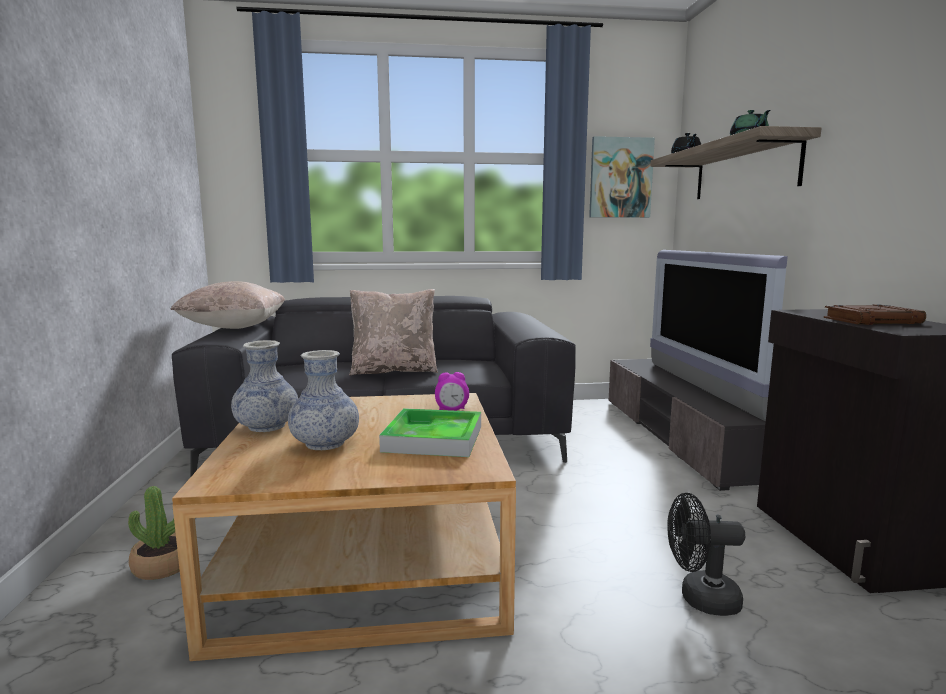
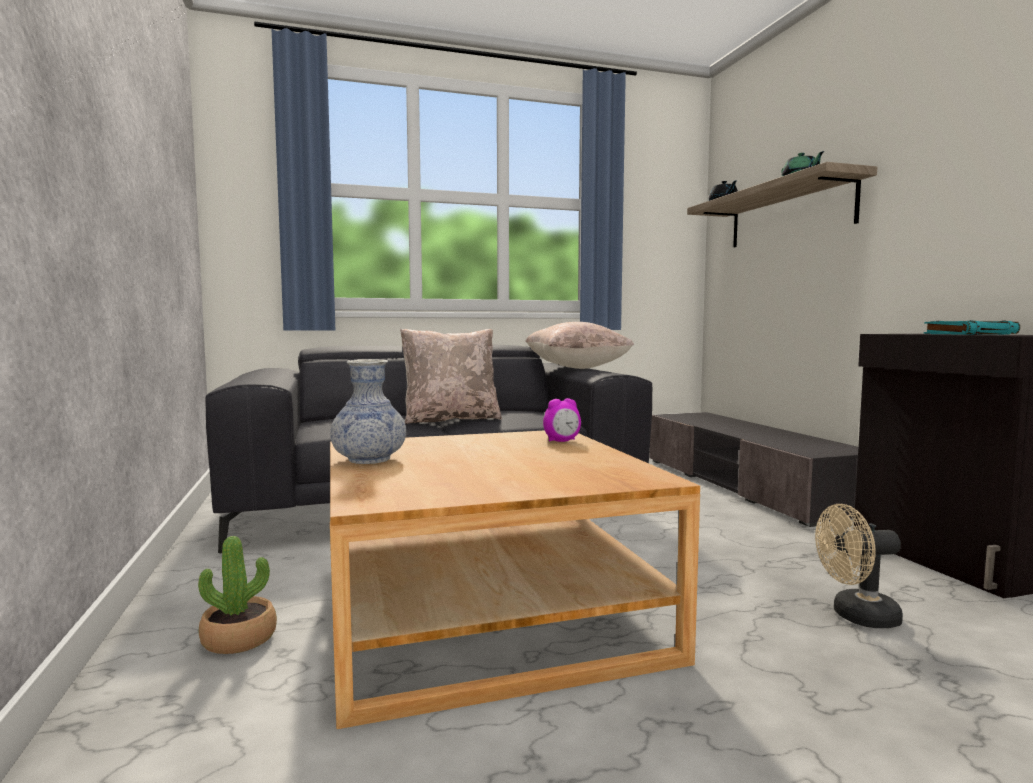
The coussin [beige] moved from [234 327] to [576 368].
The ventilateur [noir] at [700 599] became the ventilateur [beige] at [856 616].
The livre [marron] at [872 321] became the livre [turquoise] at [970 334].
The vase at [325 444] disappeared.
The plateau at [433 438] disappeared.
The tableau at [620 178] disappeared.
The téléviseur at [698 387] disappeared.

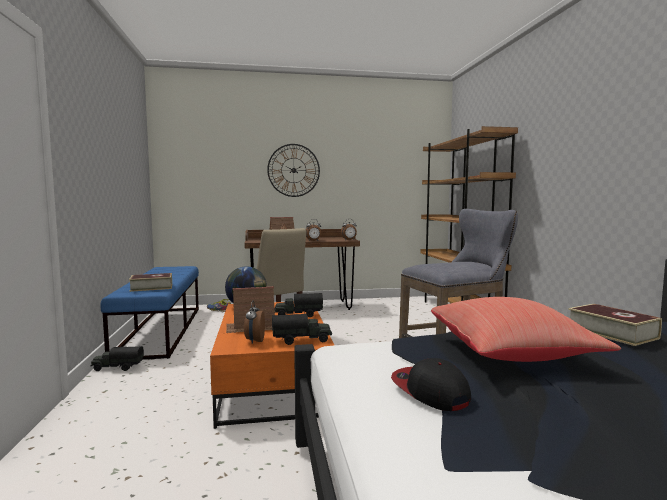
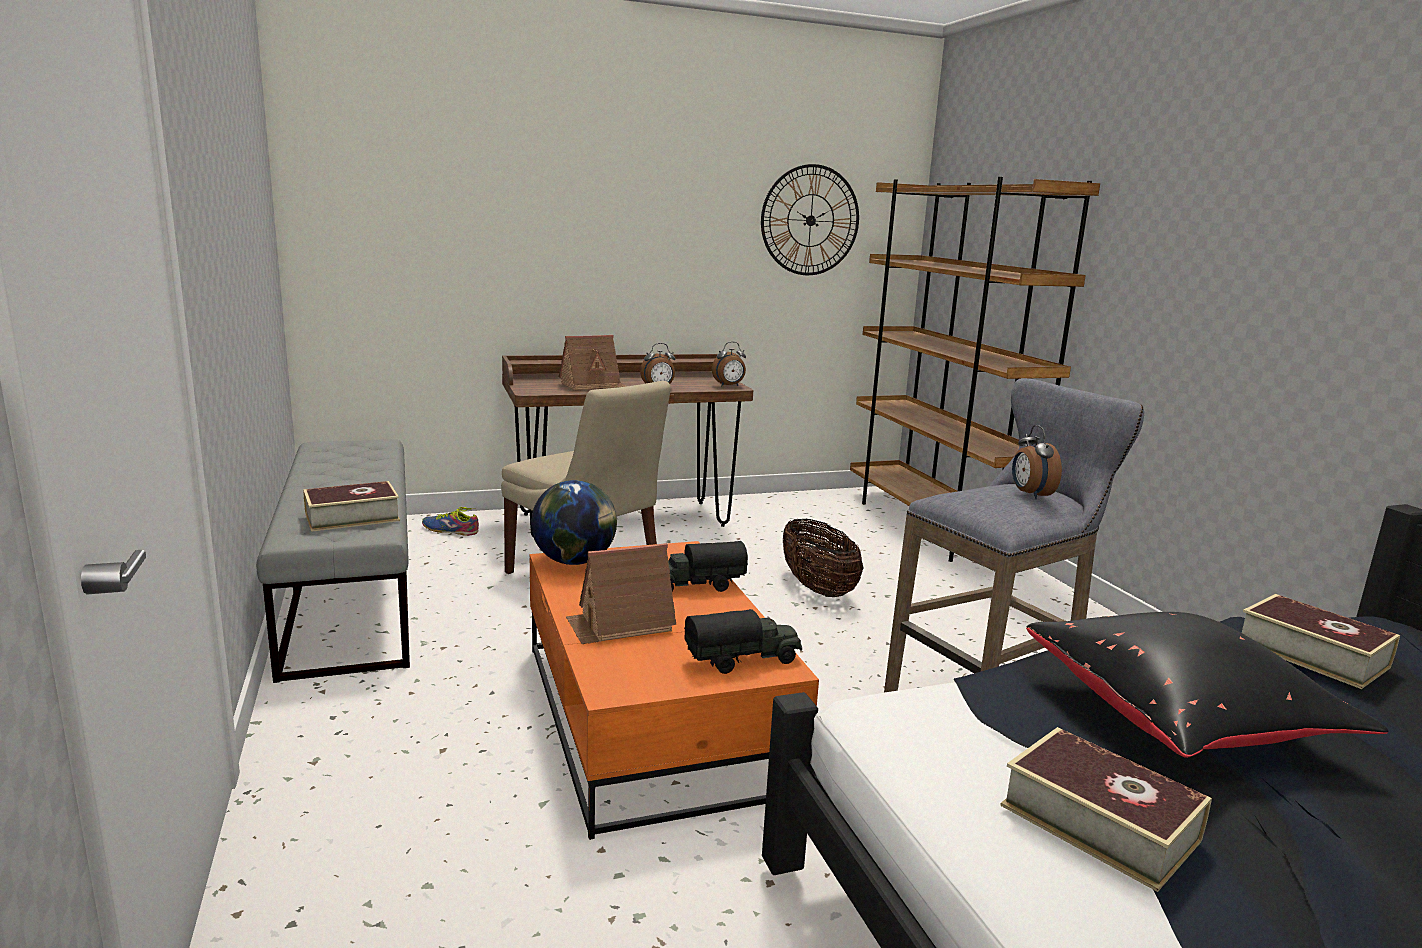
The banc [bleu] at [161 330] became the banc [gris] at [351 591].
The horloge murale moved from [293 170] to [810 220].
The panier at [817 588] appeared.
The casquette at [429 391] was replaced by the livre at [1099 822].
The réveil moved from [254 341] to [1030 494].
The coussin [rouge] at [511 354] became the coussin [noir] at [1181 719].
The camion jouet at [117 368] disappeared.

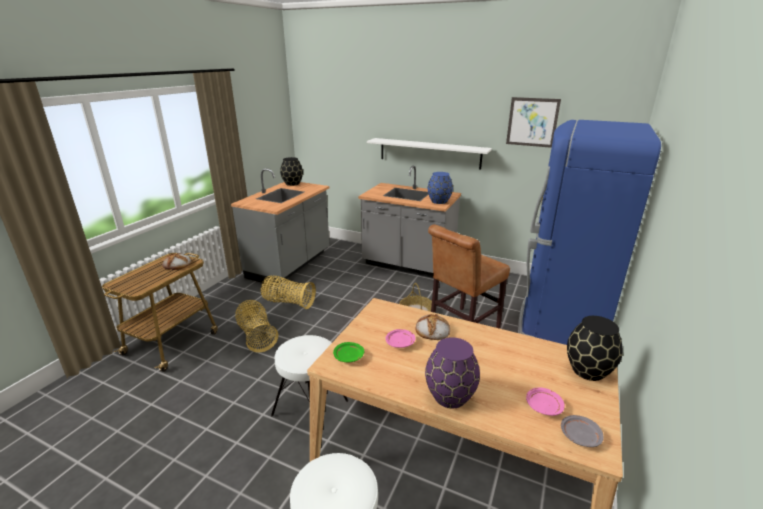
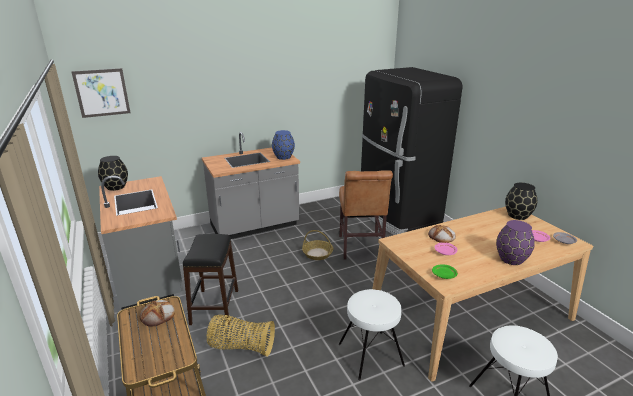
The tableau moved from [532 122] to [102 93].
The panier at [288 302] was replaced by the tabouret [noir] at [214 307].
The réfrigérateur [bleu] at [560 323] became the réfrigérateur [noir] at [396 216].
The étagère [blanc] at [429 153] disappeared.

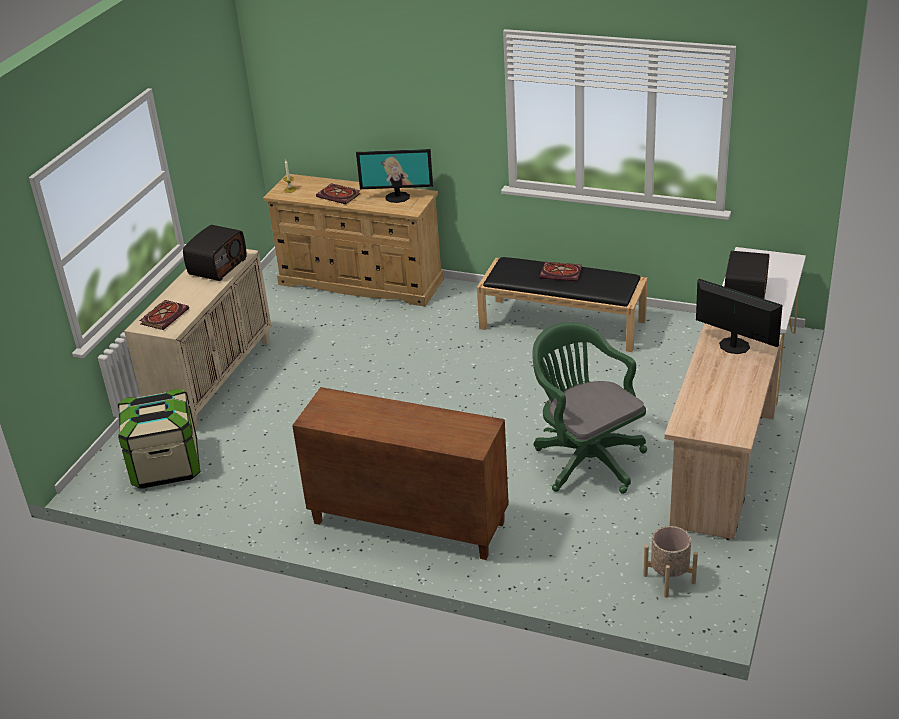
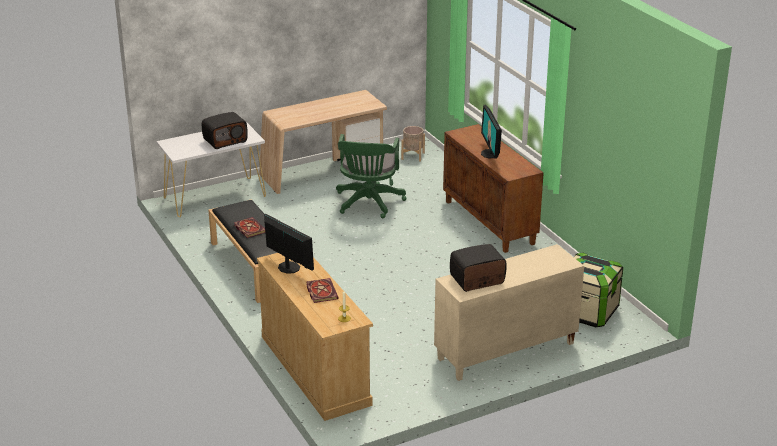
The écran d'ordinateur moved from [733 346] to [490 154].
The livre at [164 316] disappeared.

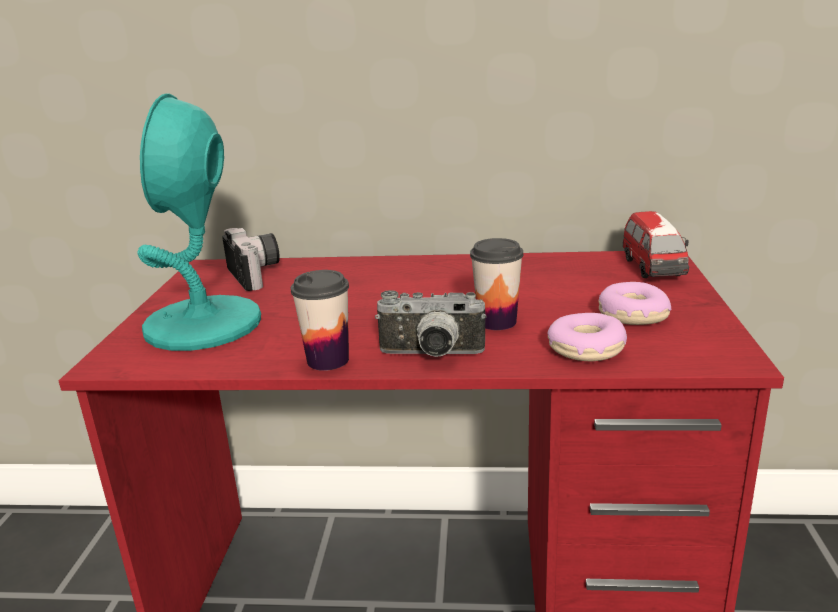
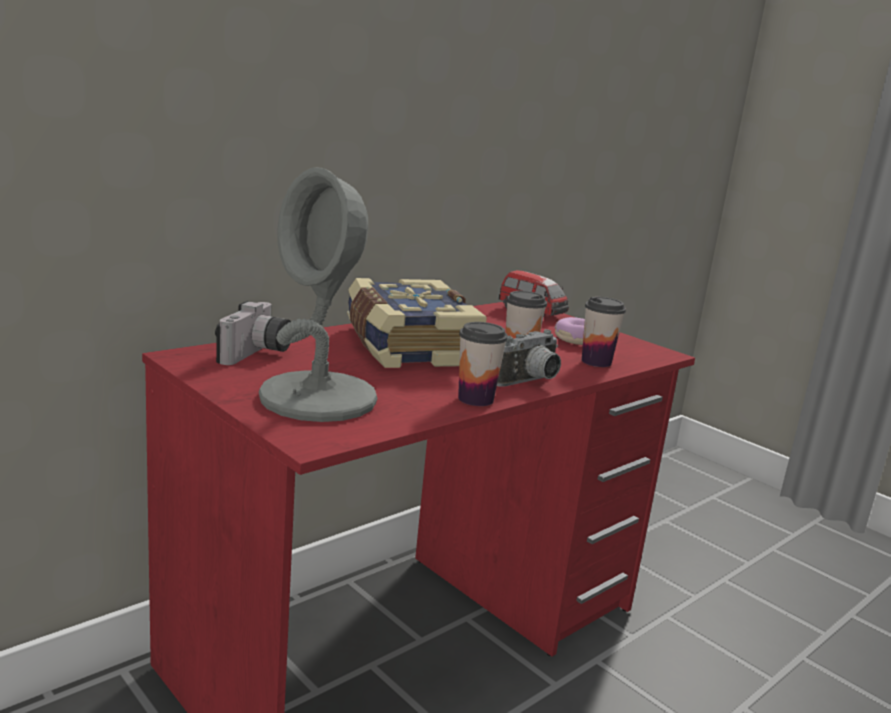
The appareil photo at [258 274] turned 90 degrees clockwise.
The lampe de table [turquoise] at [203 325] became the lampe de table [gris] at [319 399].
The livre at [406 347] appeared.
The beignet at [586 349] was replaced by the tasse at [596 362].

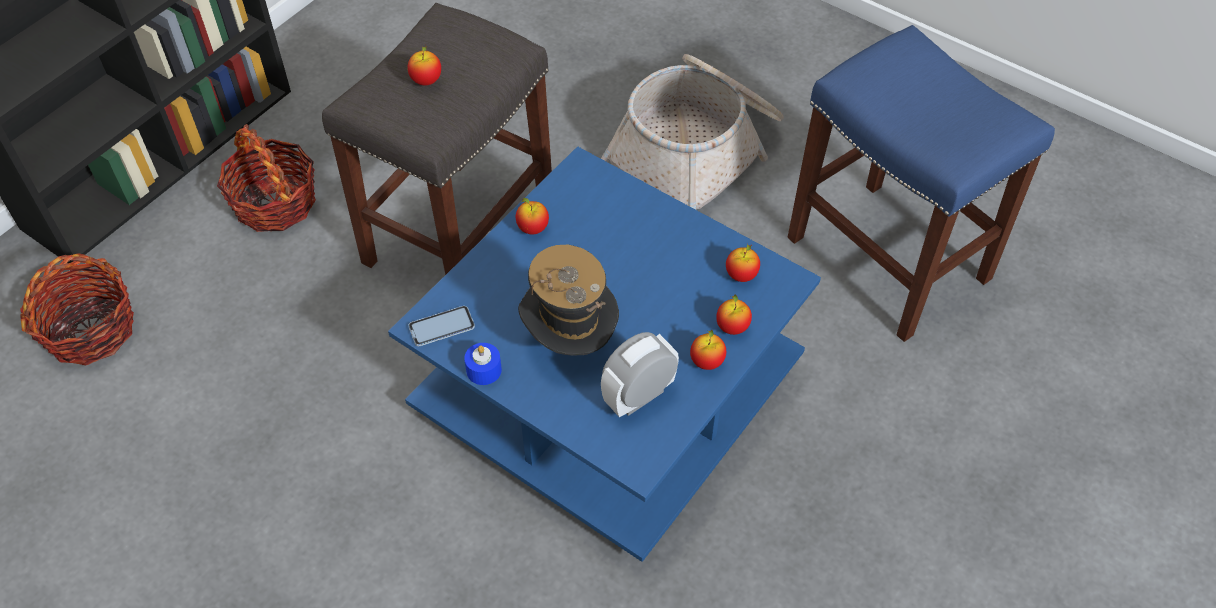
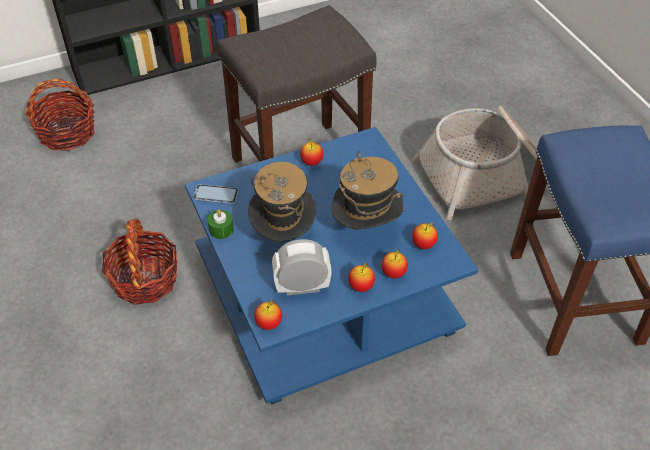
The panier moved from [274 203] to [145 279].
The bougie [bleu] at [484 370] became the bougie [vert] at [221 229].
The pomme moved from [426 80] to [269 323].
The chapeau at [366 230] appeared.

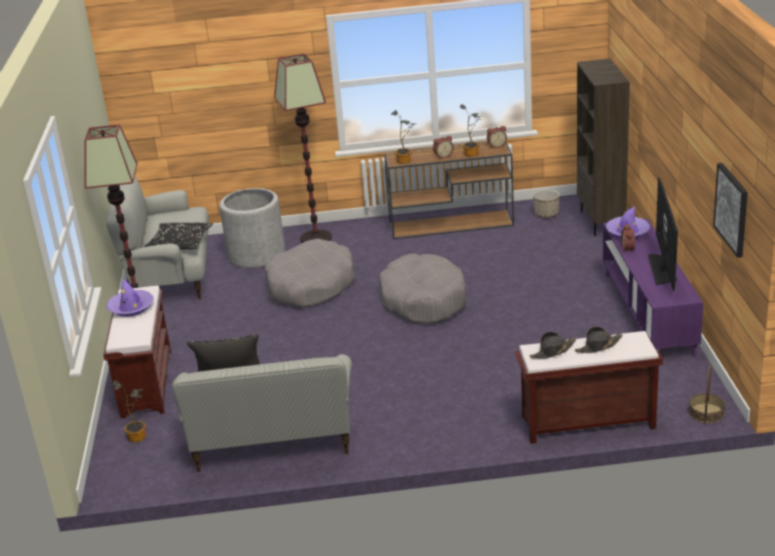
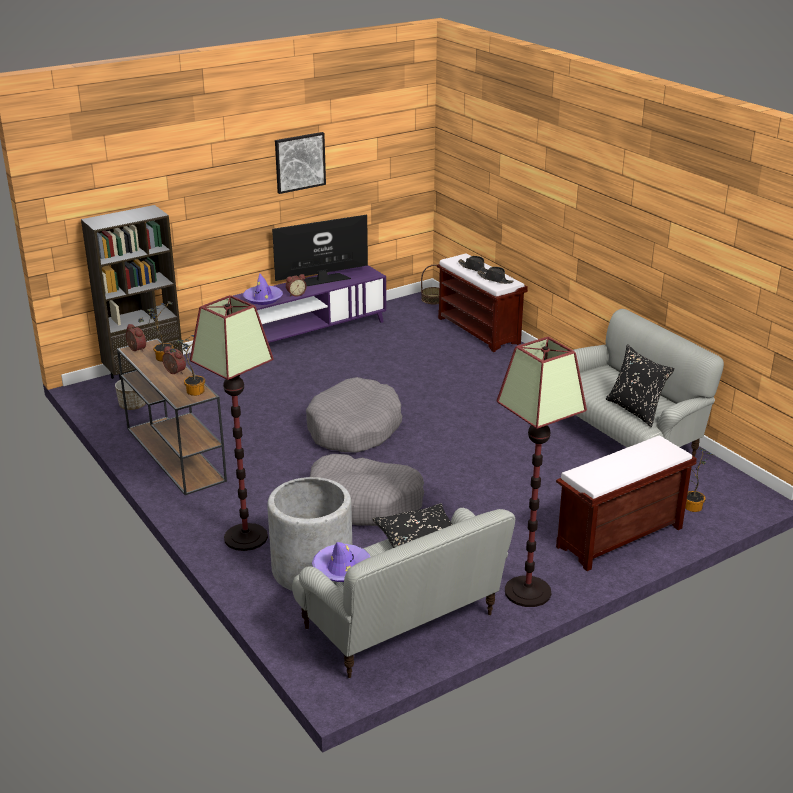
The tableau moved from [732 209] to [300 162].
The chapeau [violet] moved from [131 307] to [342 568].

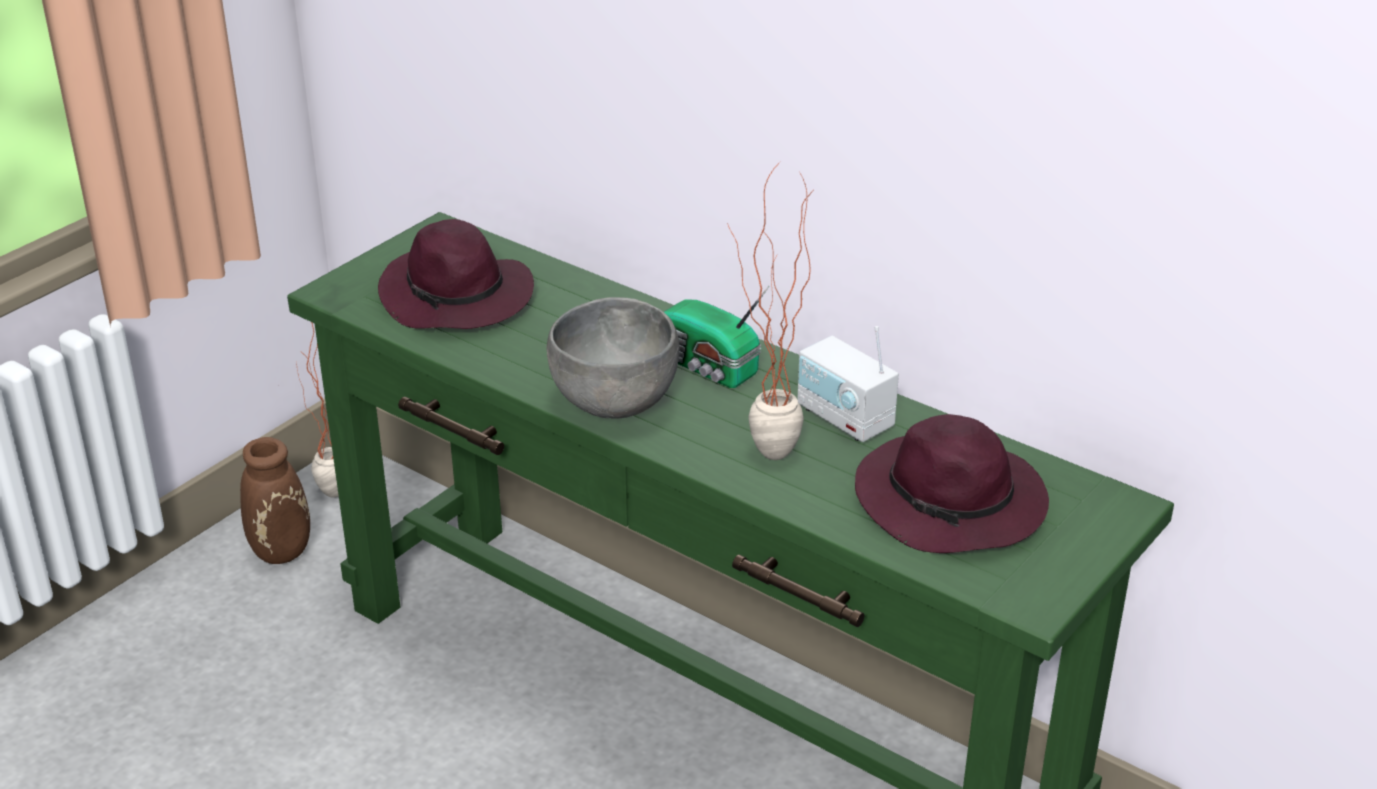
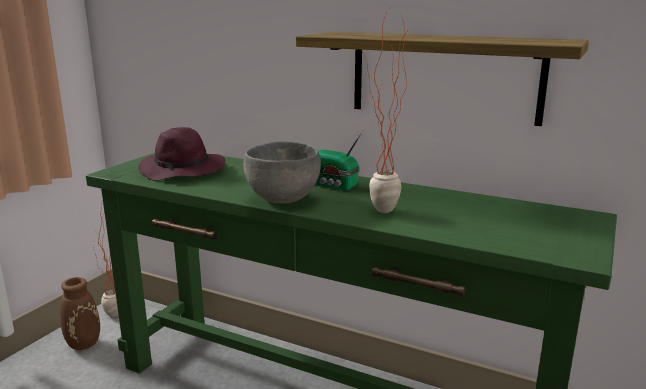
The étagère at [444 76] appeared.
The radio at [844 418] disappeared.
The chapeau [violet] at [952 504] disappeared.

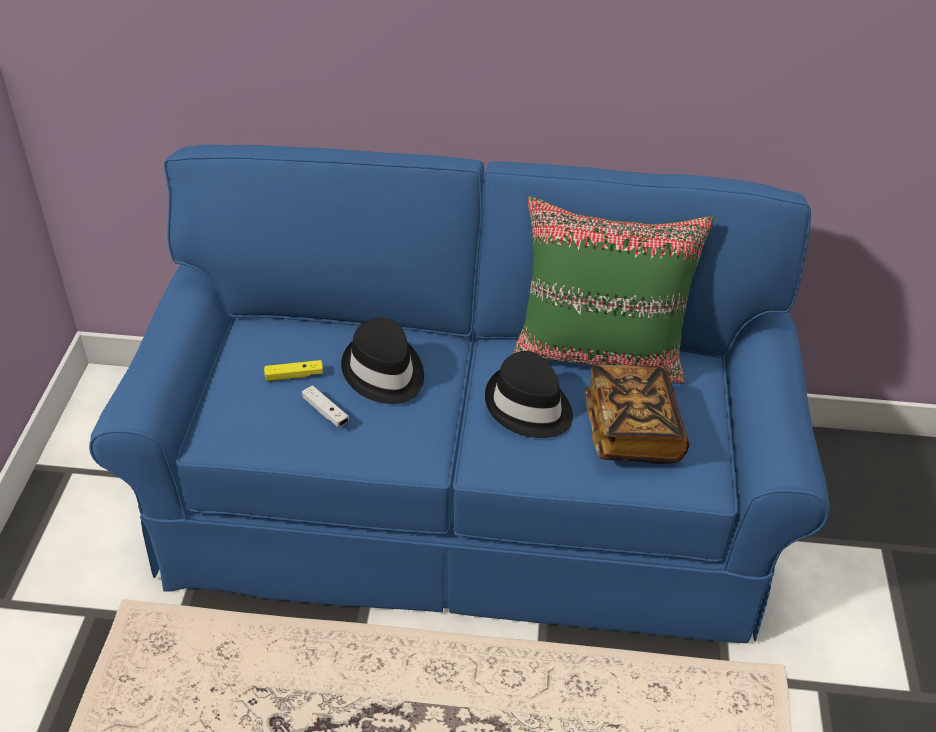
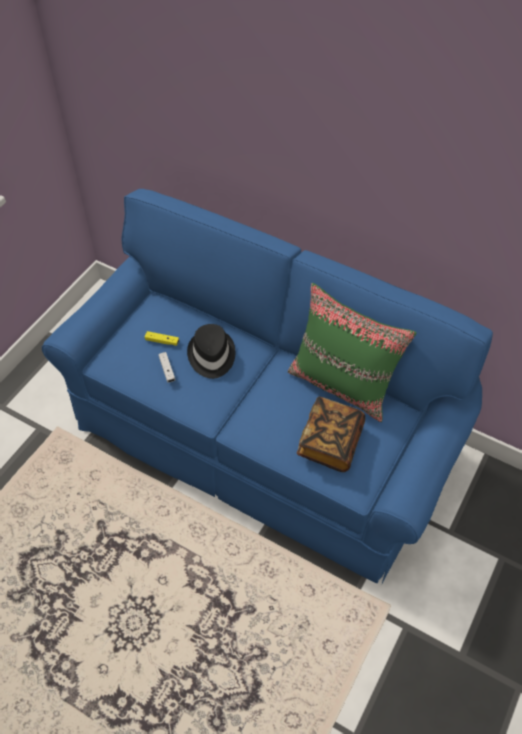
The chapeau [noir] at [528 407] disappeared.

